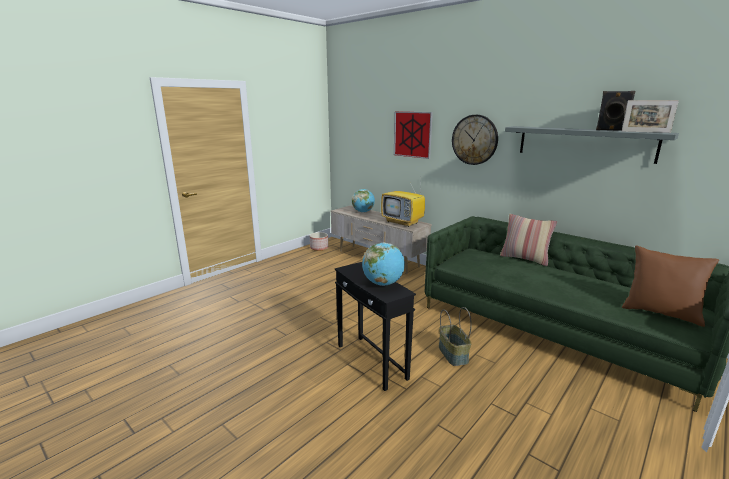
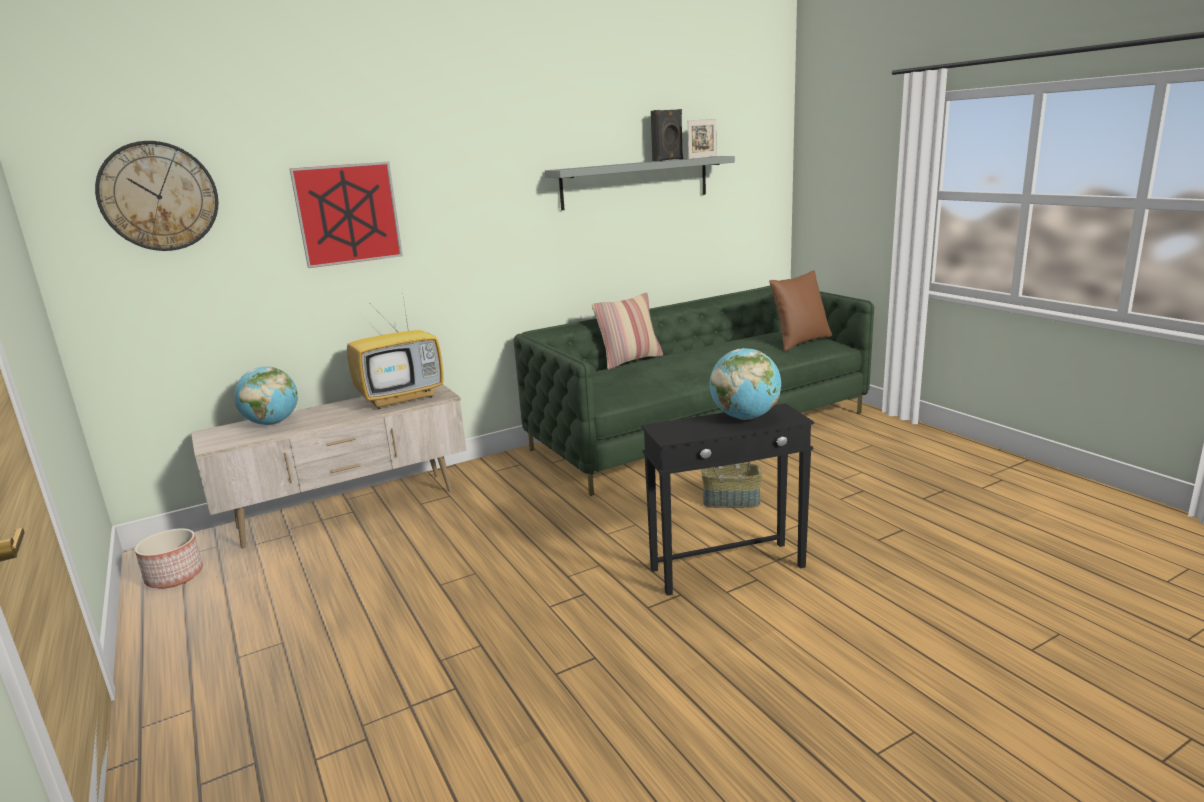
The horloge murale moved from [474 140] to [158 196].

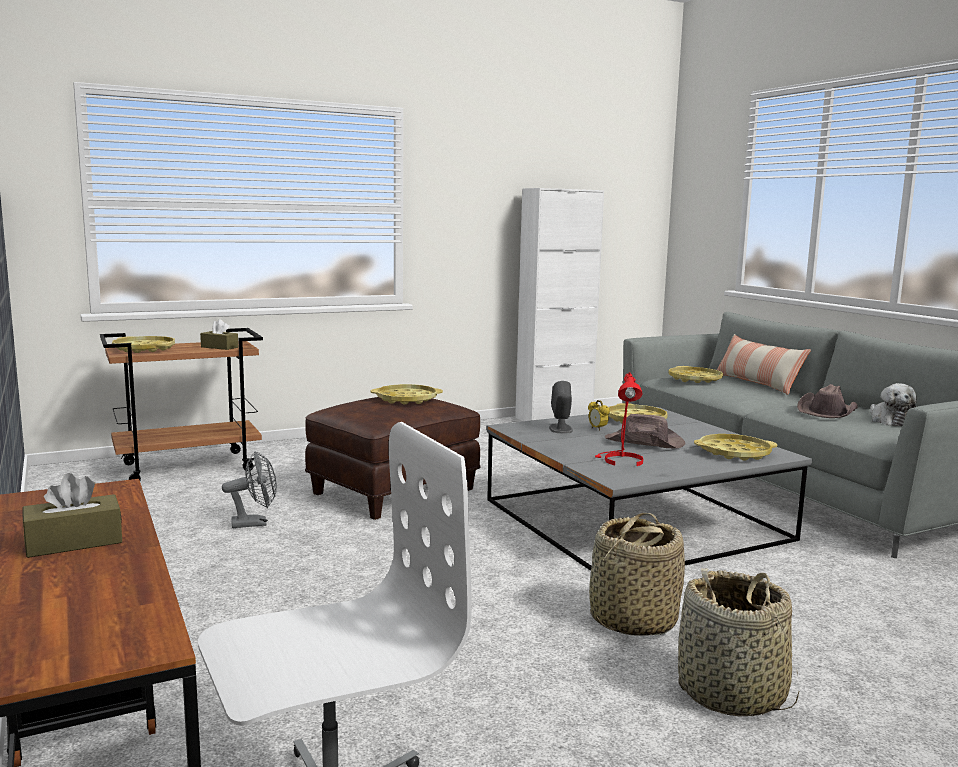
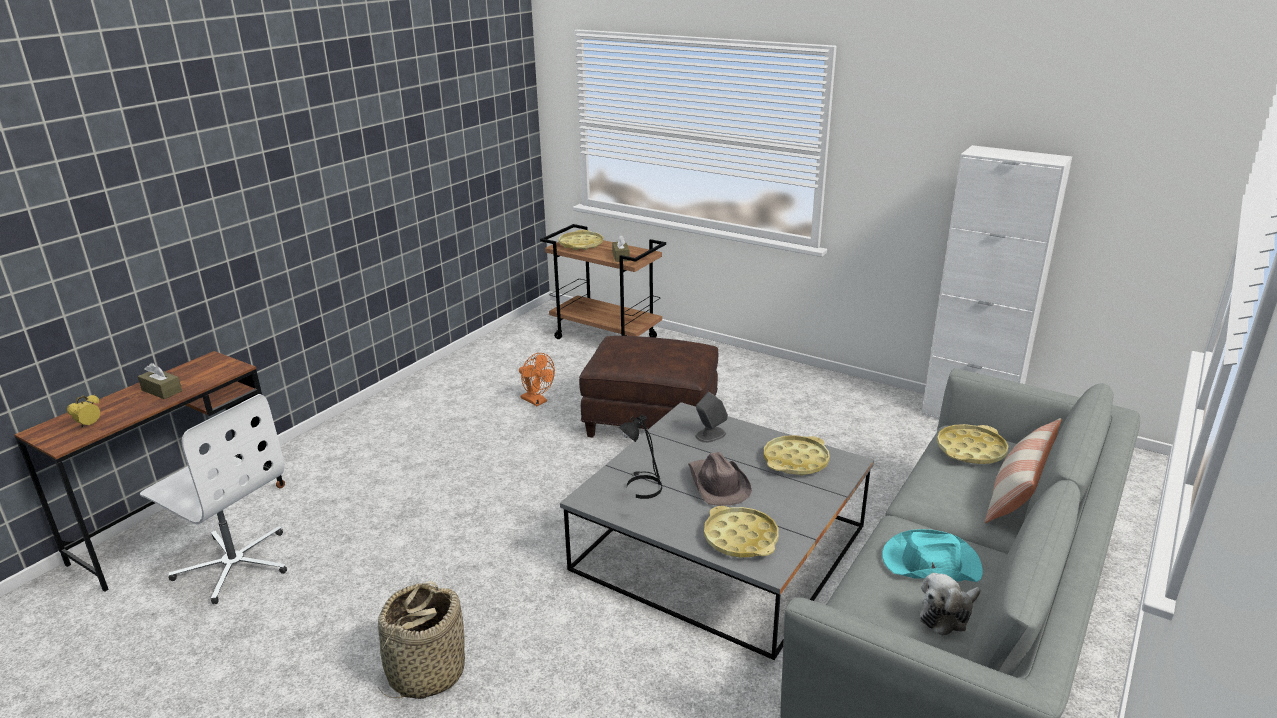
The réveil moved from [597 429] to [90 425].
The ventilateur [gris] at [255 523] became the ventilateur [orange] at [537 401].
The lampe de table [rouge] at [620 461] became the lampe de table [noir] at [642 487].
The chapeau [marron] at [827 411] became the chapeau [turquoise] at [929 563].
The plateau [jaune] at [406 399] disappeared.
The panier at [632 620] disappeared.

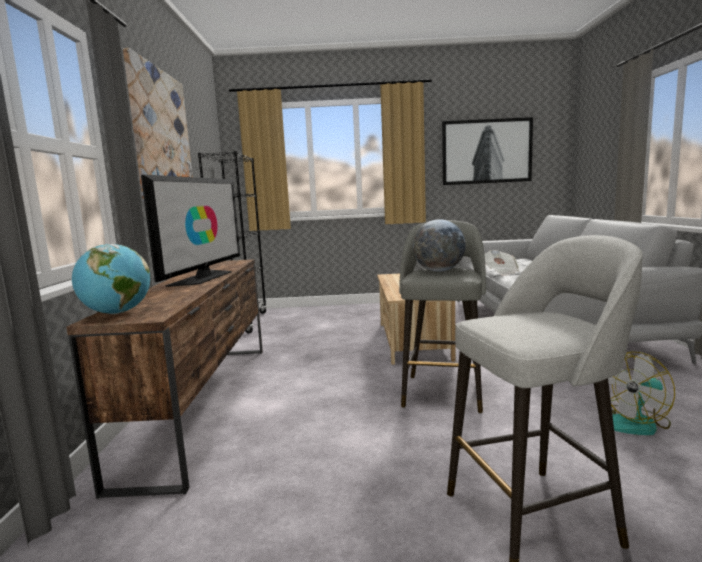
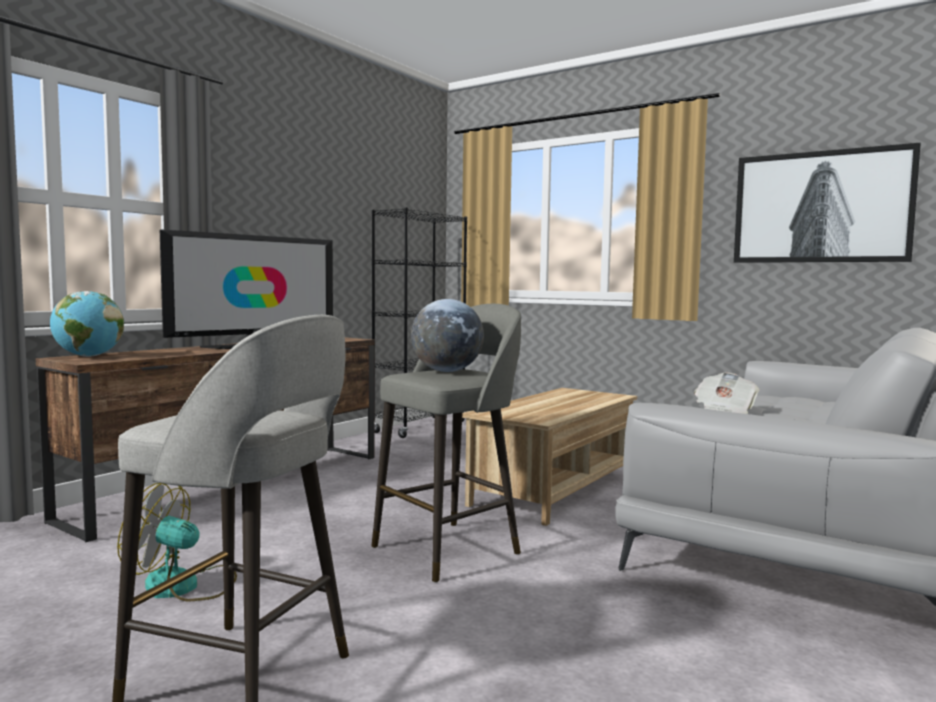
The ventilateur moved from [636 423] to [184 586].
The tableau at [161 136] disappeared.

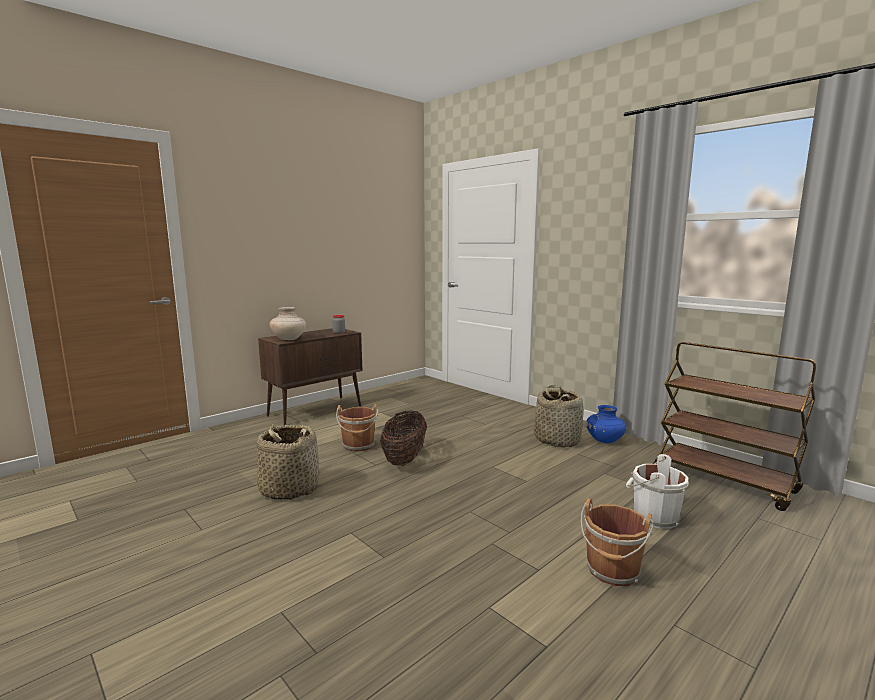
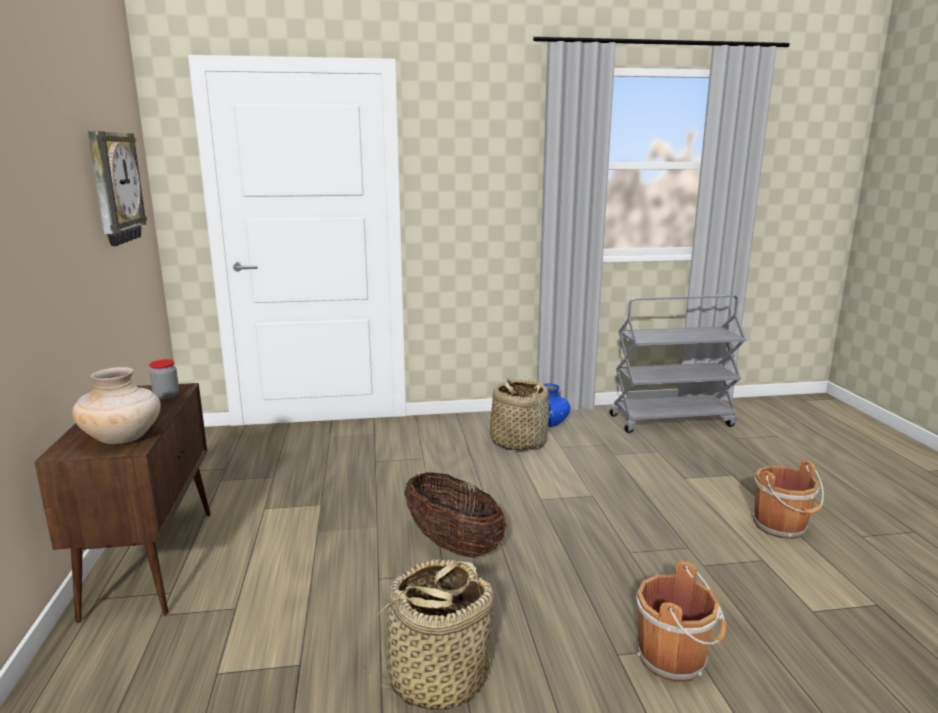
The horloge murale at [114 188] appeared.
The chariot [marron] at [724 481] became the chariot [gris] at [672 420].
The seau [marron] moved from [359 446] to [675 659].
The seau [blanc] at [653 517] disappeared.

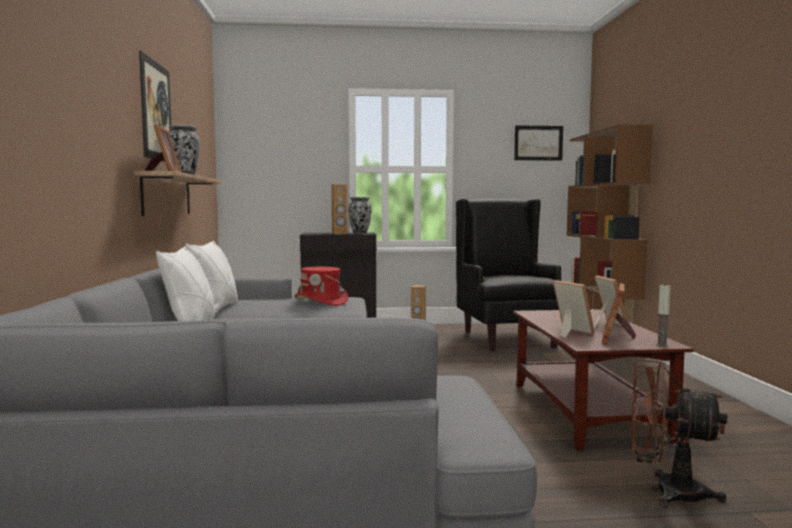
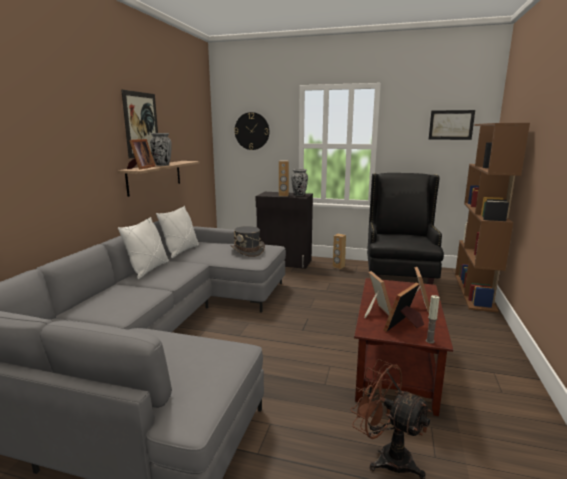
The chapeau [rouge] at [321 302] became the chapeau [gris] at [248 251].
The horloge murale at [252 131] appeared.

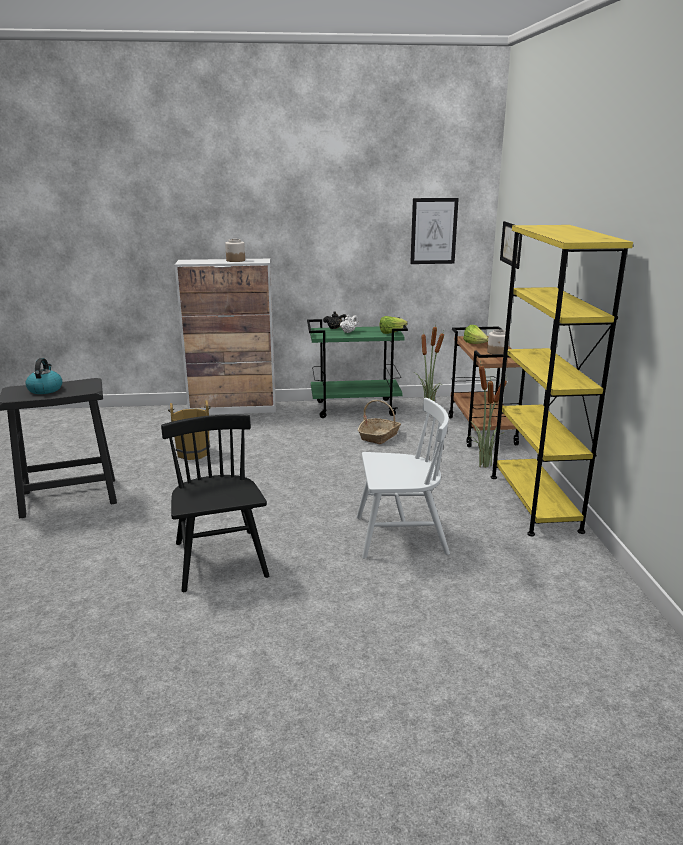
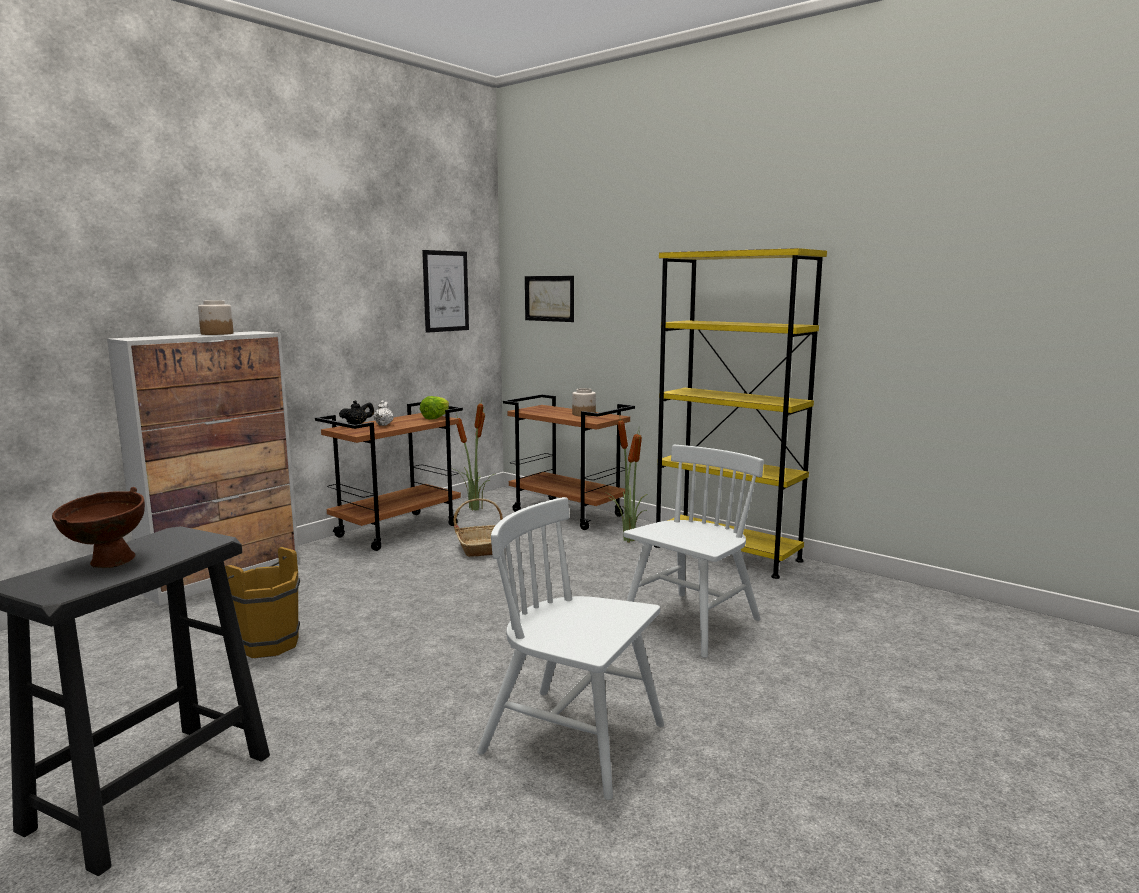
The bouilloire at [45 389] was replaced by the bol [marron] at [105 564].
The chariot [vert] at [356 408] became the chariot [marron] at [398 530].
The chaise [noir] at [220 560] became the chaise [blanc] at [574 740].
The laitue at [475 344] disappeared.

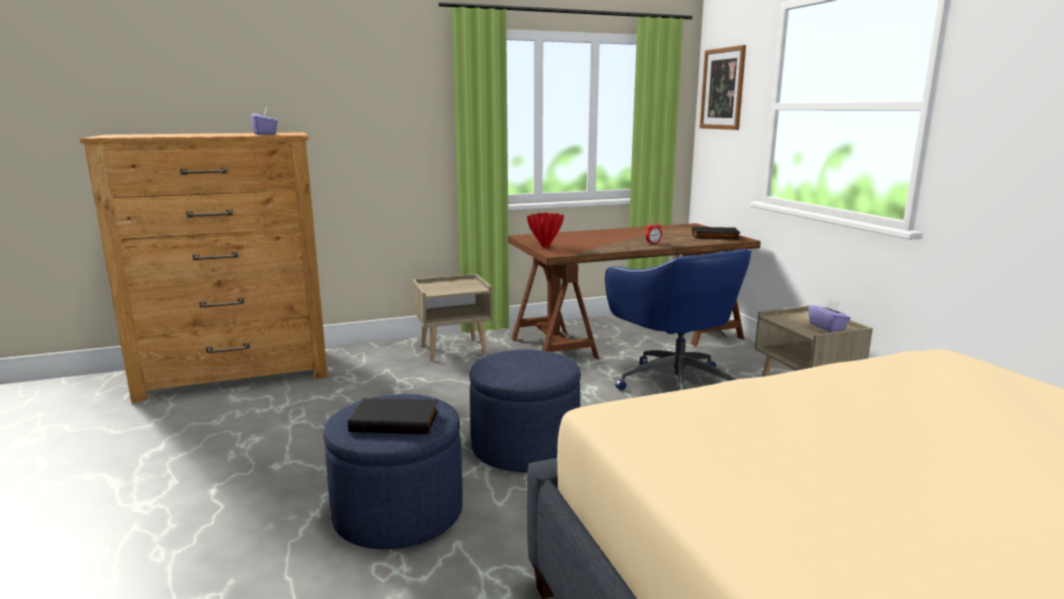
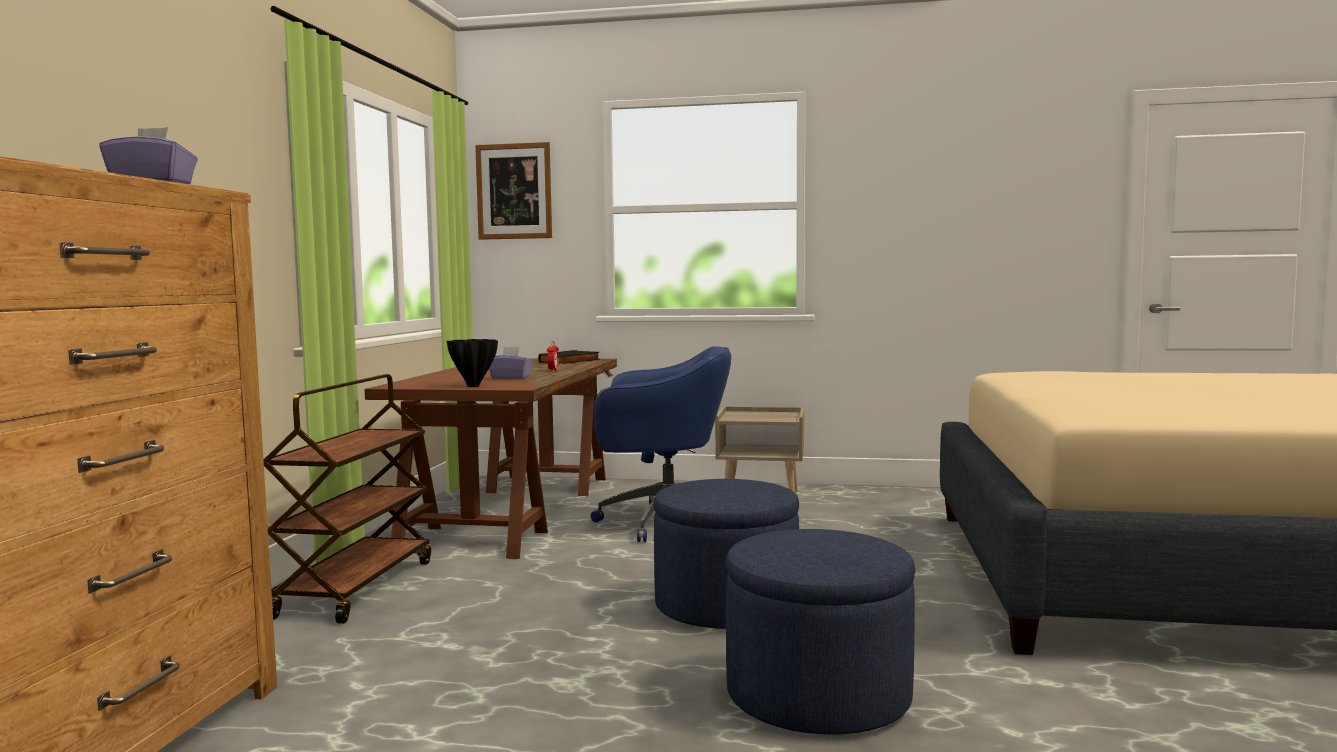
The table de chevet [beige] at [454 349] was replaced by the chariot [marron] at [356 588].
The vase [rouge] at [546 246] became the vase [noir] at [474 386].
The boîte à mouchoirs [violet] moved from [827 327] to [510 378].
The livre [noir] at [396 420] disappeared.

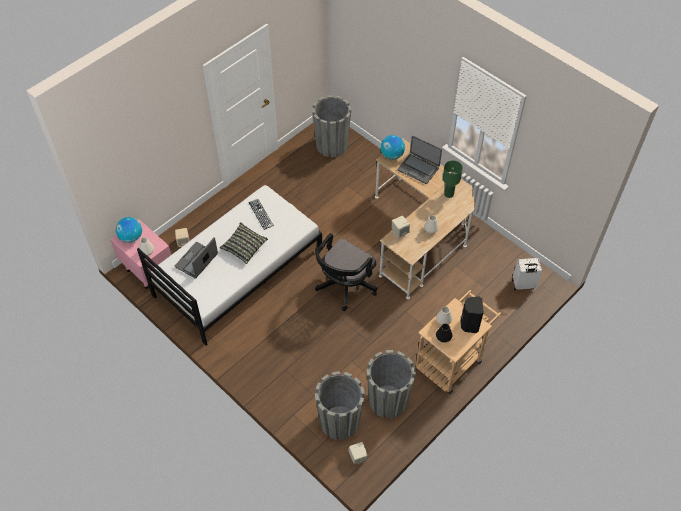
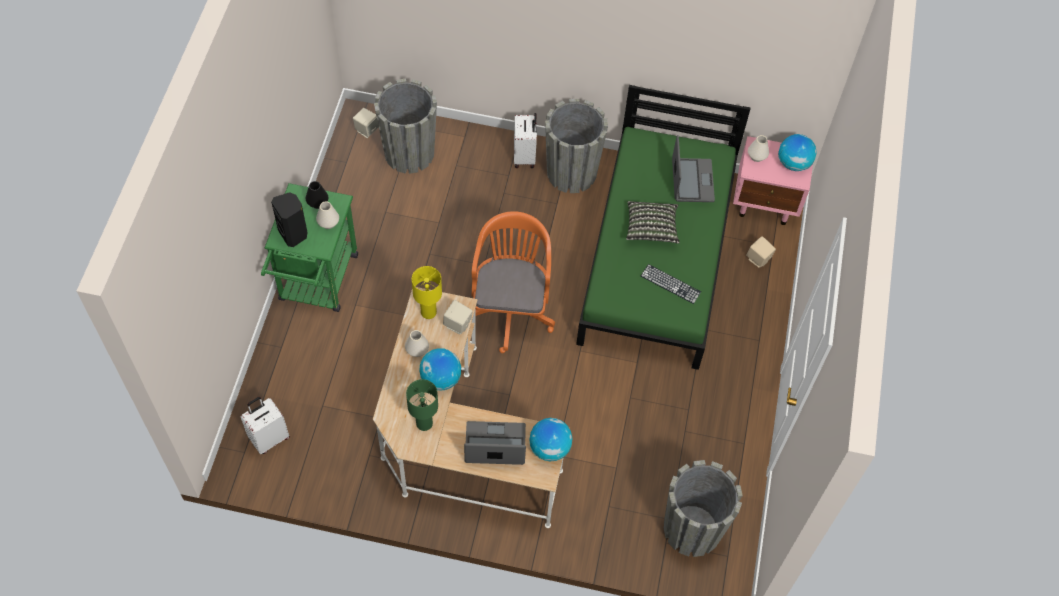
The chariot [beige] at [452 360] became the chariot [vert] at [316 284].
The lampe de table [jaune] at [428 313] appeared.
The globe at [440 378] appeared.
The chaise de bureau [noir] at [344 287] became the chaise de bureau [orange] at [510 307].
The valise [blanc] at [525 156] appeared.
The cache-pot [gris] moved from [388 400] to [571 173].
The lit [blanc] at [238 272] became the lit [vert] at [657 257].

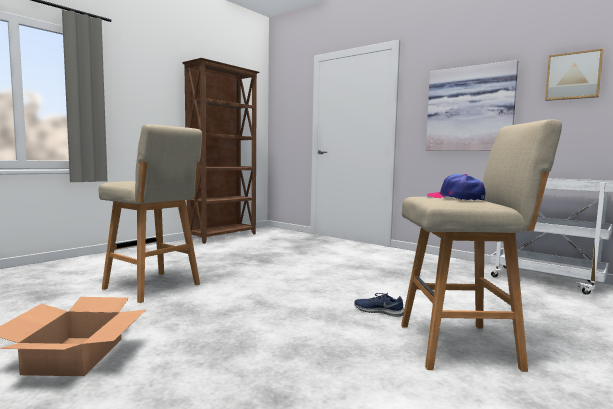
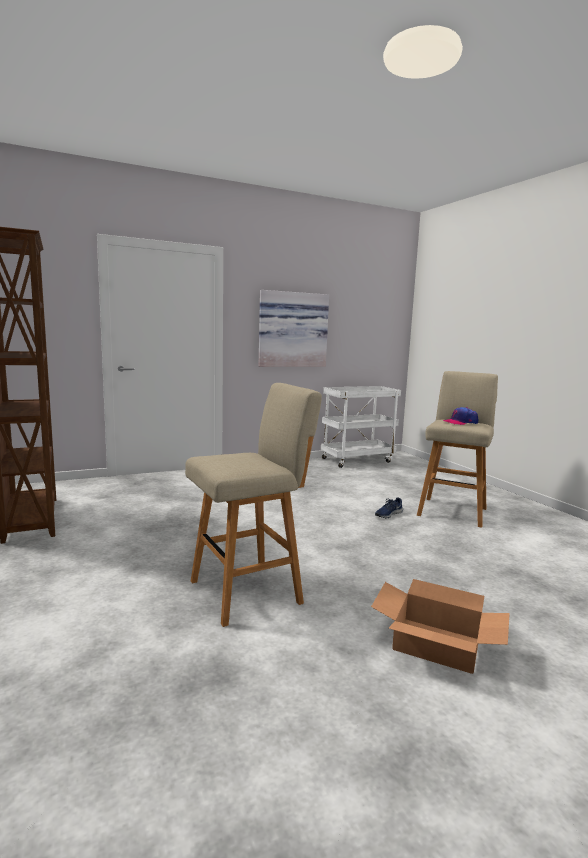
The tableau at [573 76] disappeared.

